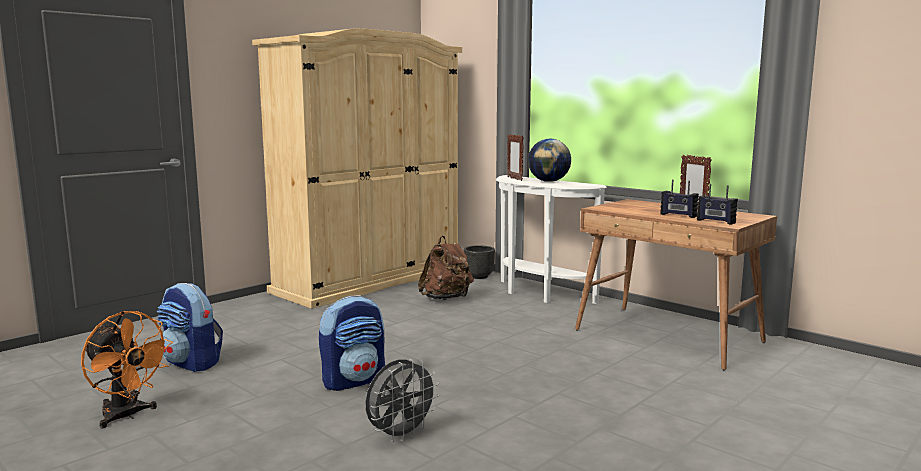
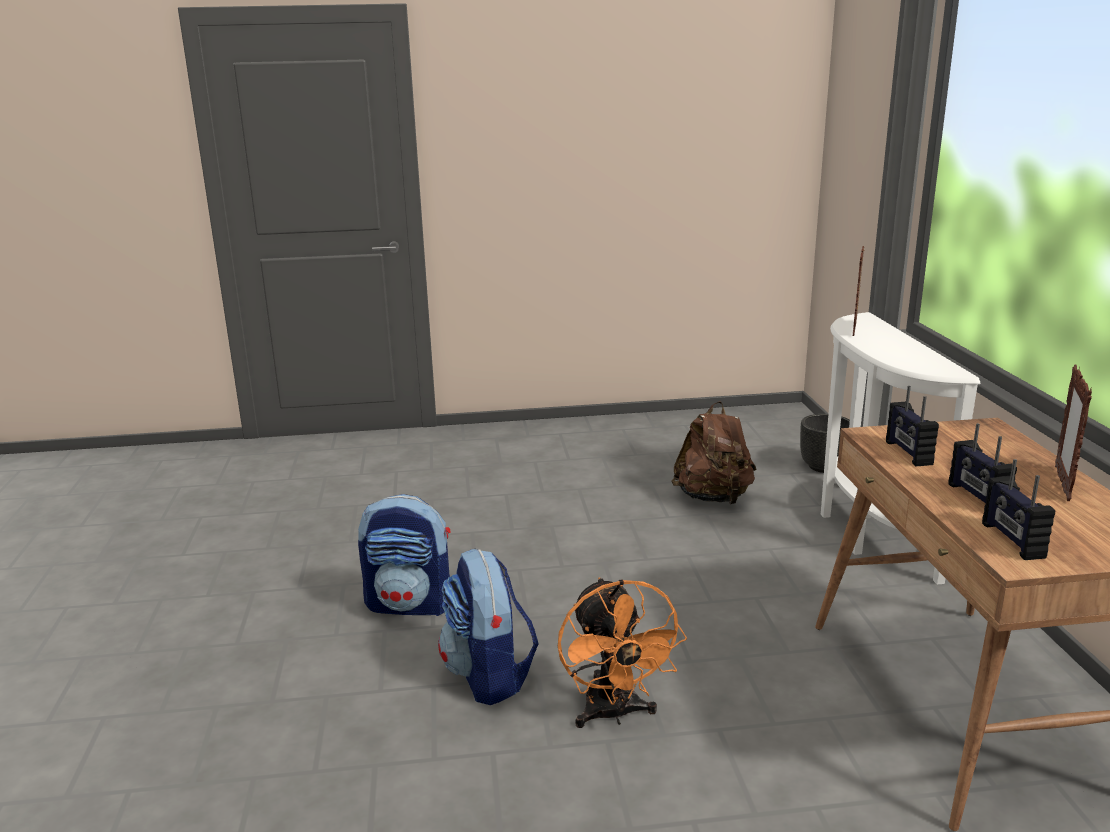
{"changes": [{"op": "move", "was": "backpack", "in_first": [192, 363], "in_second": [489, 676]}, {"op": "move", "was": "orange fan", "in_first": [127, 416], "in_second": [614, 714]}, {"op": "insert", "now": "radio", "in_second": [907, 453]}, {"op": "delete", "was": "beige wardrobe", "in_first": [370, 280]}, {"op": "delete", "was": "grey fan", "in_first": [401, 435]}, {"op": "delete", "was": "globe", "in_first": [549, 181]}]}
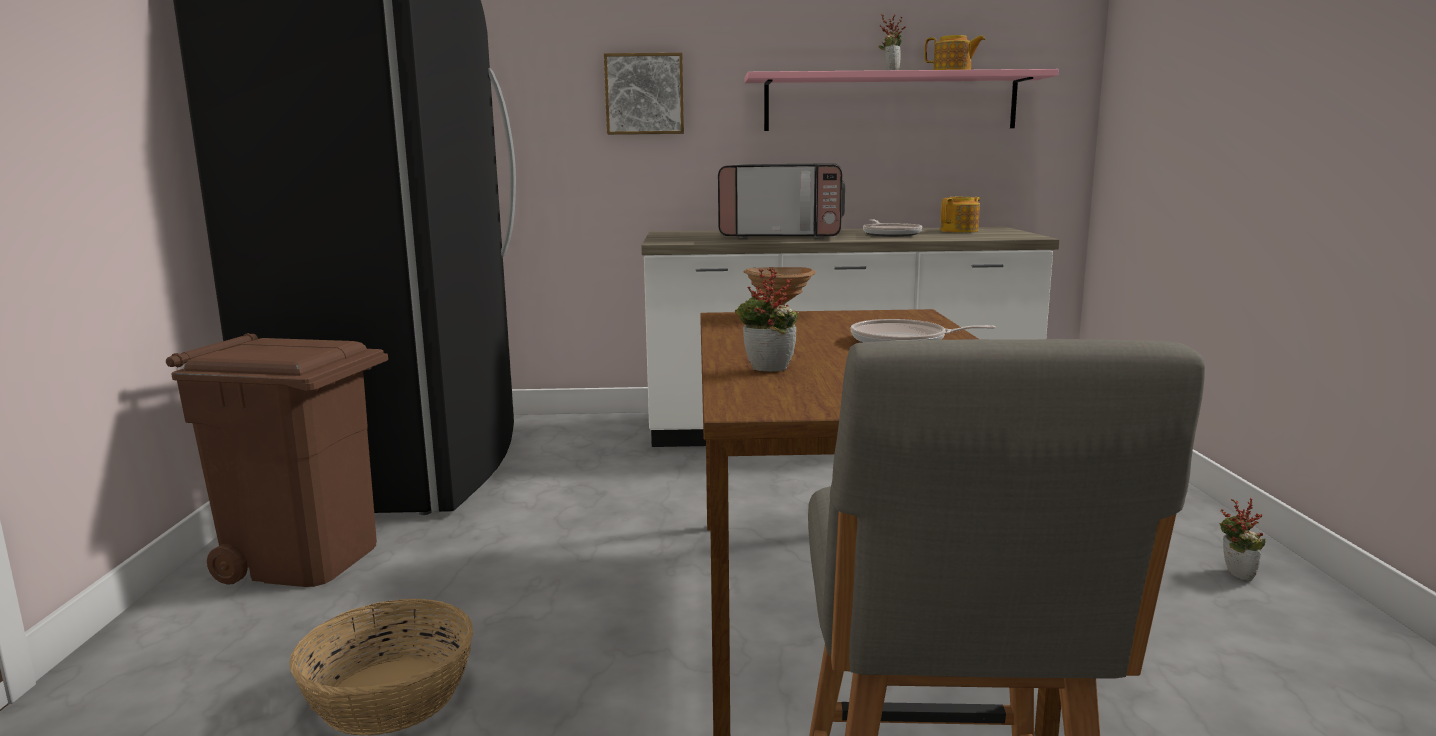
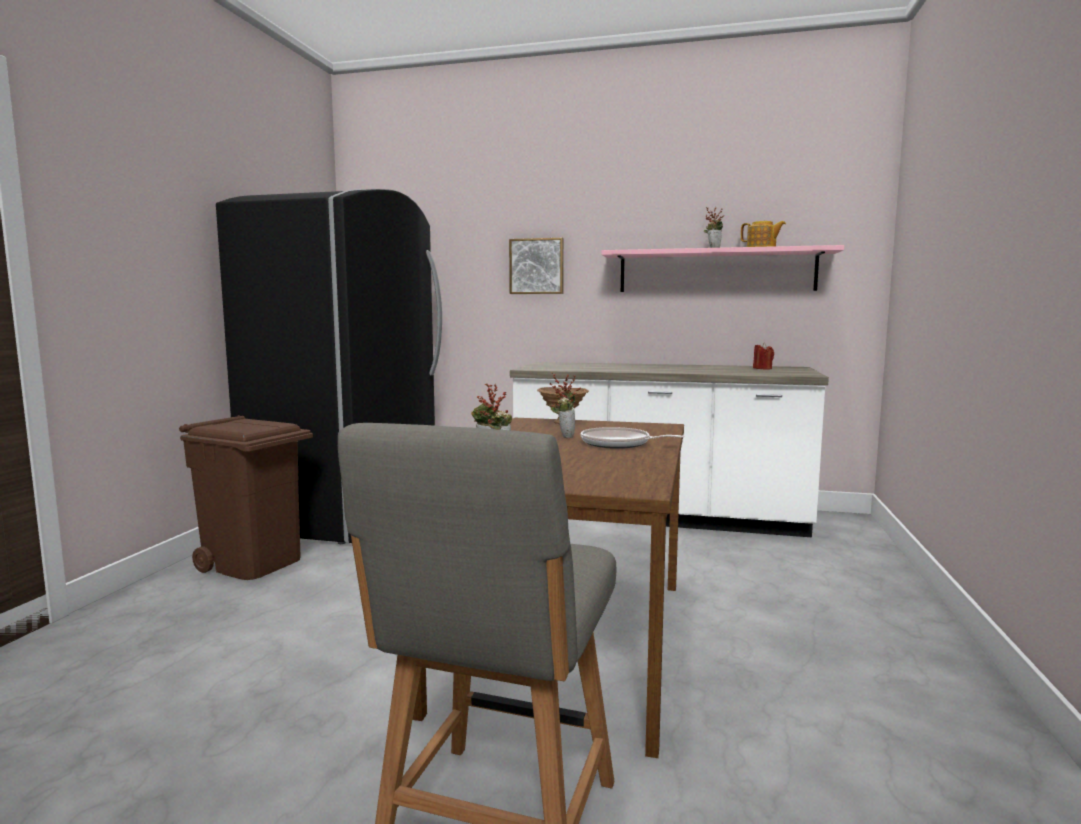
{"changes": [{"op": "move", "was": "potted plant", "in_first": [1234, 575], "in_second": [564, 436]}, {"op": "replace", "was": "teapot", "now": "red candle", "in_first": [960, 231], "in_second": [762, 368]}, {"op": "delete", "was": "basket", "in_first": [388, 696]}, {"op": "delete", "was": "microwave", "in_first": [783, 235]}, {"op": "delete", "was": "frying pan", "in_first": [890, 234]}]}
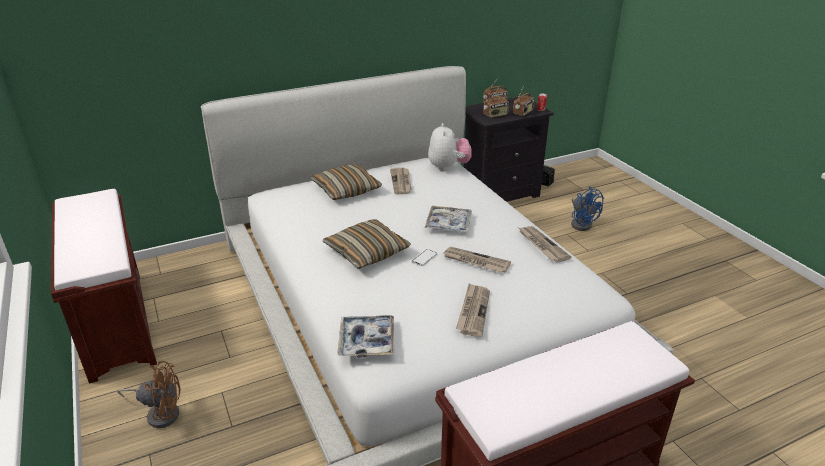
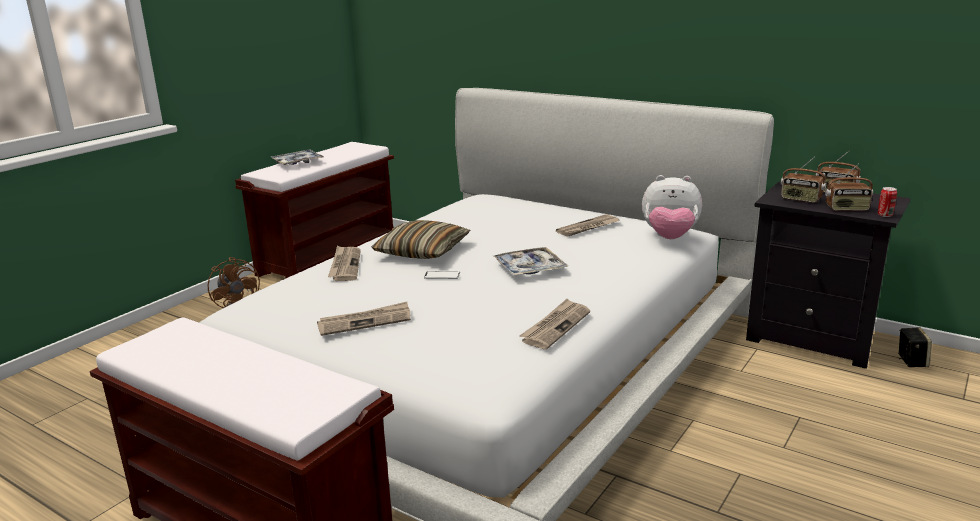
{"changes": [{"op": "move", "was": "tray", "in_first": [367, 341], "in_second": [297, 162]}, {"op": "move", "was": "newspaper", "in_first": [475, 261], "in_second": [345, 265]}, {"op": "rotate", "was": "plush toy", "in_first": [448, 167], "in_second": [669, 238], "clockwise": 45}, {"op": "delete", "was": "pillow", "in_first": [346, 190]}, {"op": "delete", "was": "blue fan", "in_first": [581, 223]}]}
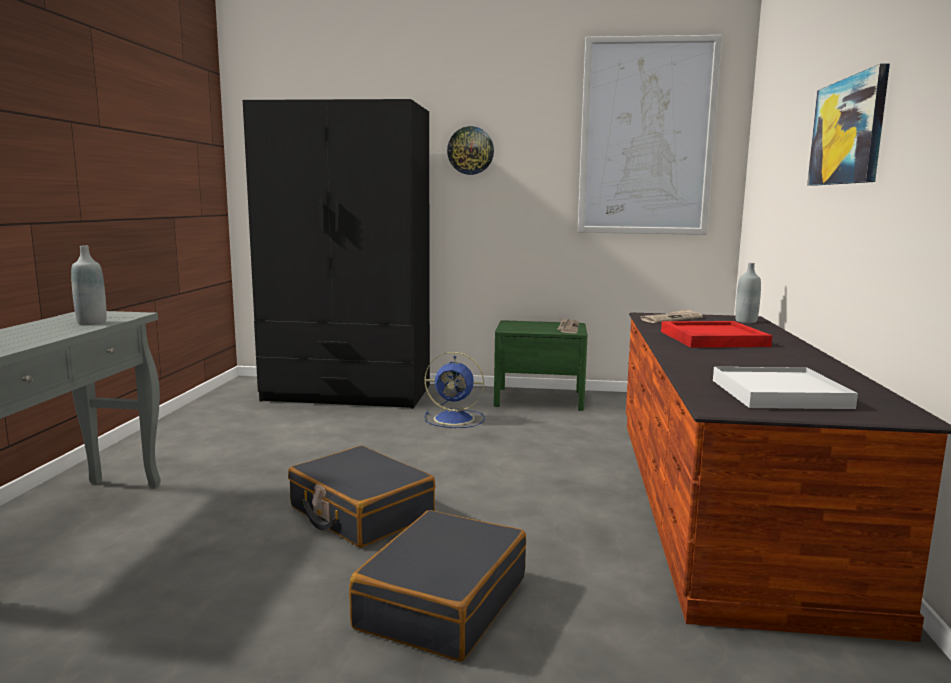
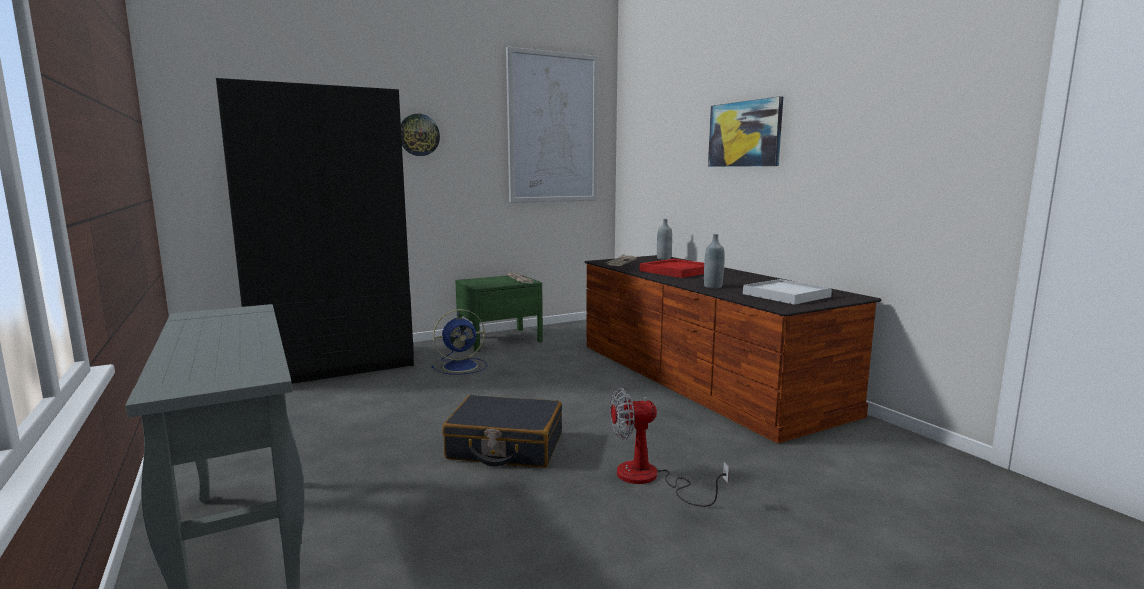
{"changes": [{"op": "replace", "was": "black suitcase", "now": "fan", "in_first": [442, 602], "in_second": [650, 479]}, {"op": "move", "was": "grey bottle", "in_first": [91, 322], "in_second": [713, 286]}]}
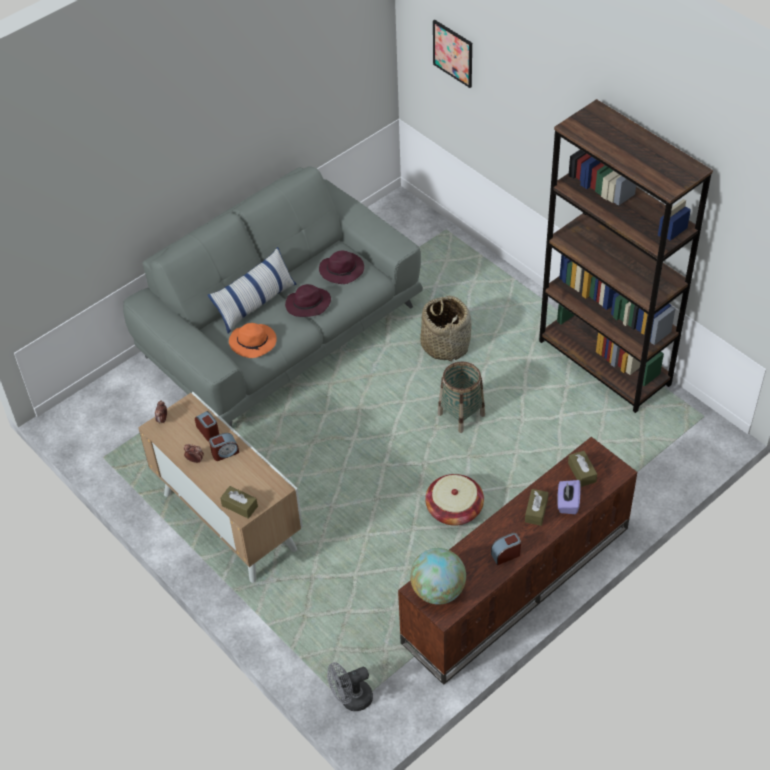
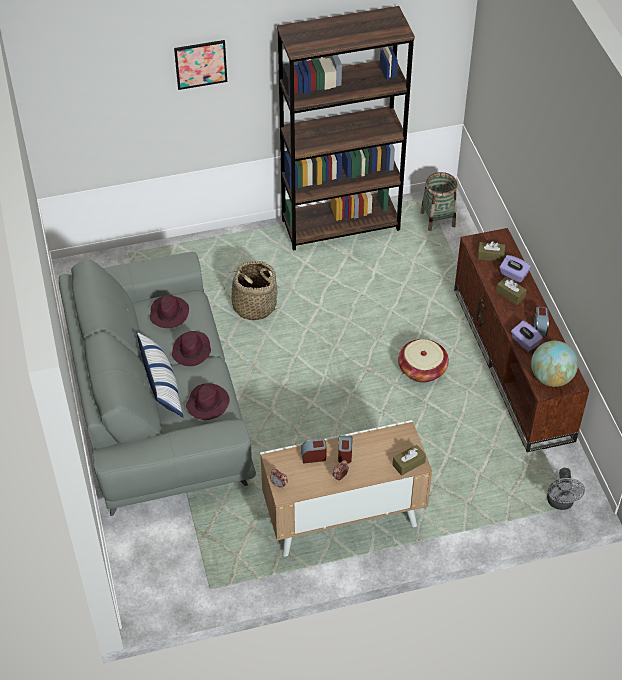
{"changes": [{"op": "move", "was": "picture", "in_first": [453, 53], "in_second": [200, 64]}, {"op": "recolor", "was": "orange hat", "now": "purple hat", "in_first": [254, 342], "in_second": [207, 403]}, {"op": "move", "was": "basket", "in_first": [461, 415], "in_second": [438, 219]}, {"op": "insert", "now": "purple tissue box", "in_second": [525, 342]}]}
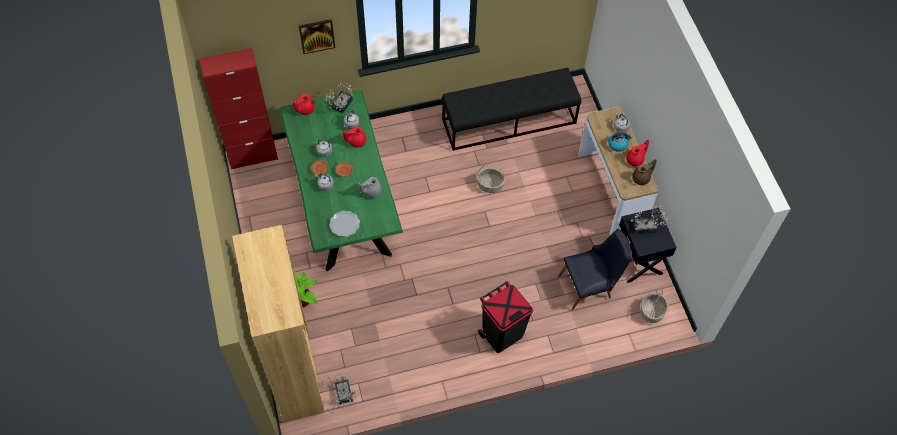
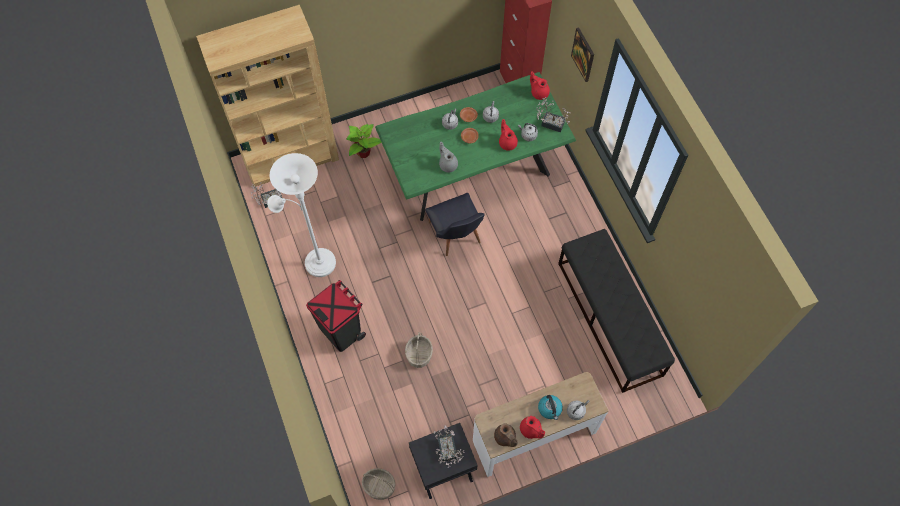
{"changes": [{"op": "insert", "now": "white floor lamp", "in_second": [316, 261]}, {"op": "move", "was": "basket", "in_first": [490, 185], "in_second": [419, 355]}, {"op": "move", "was": "black chair", "in_first": [590, 287], "in_second": [456, 237]}, {"op": "delete", "was": "plate", "in_first": [344, 224]}]}
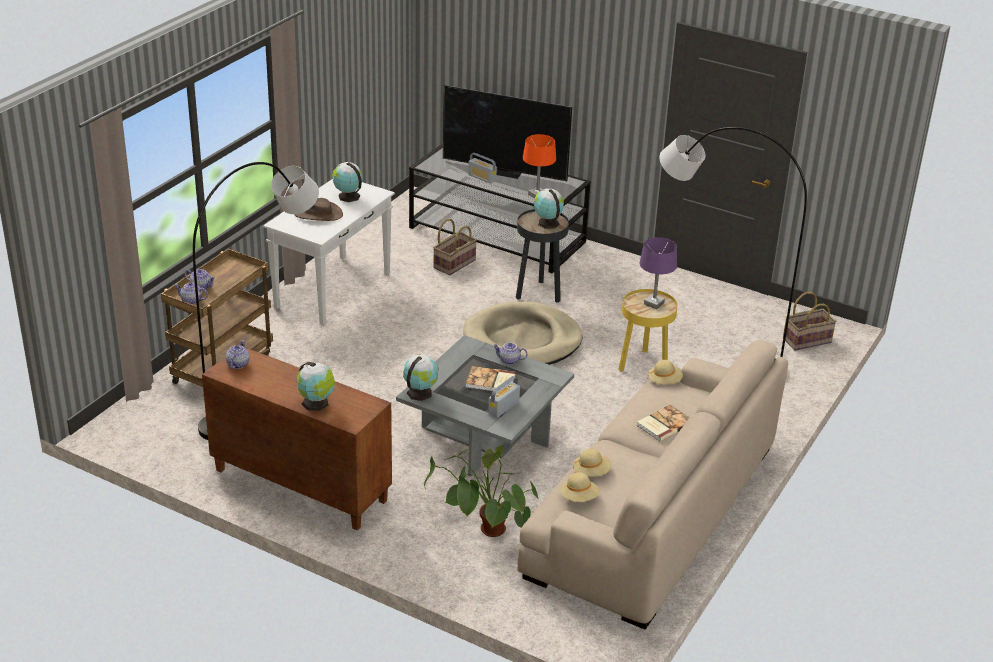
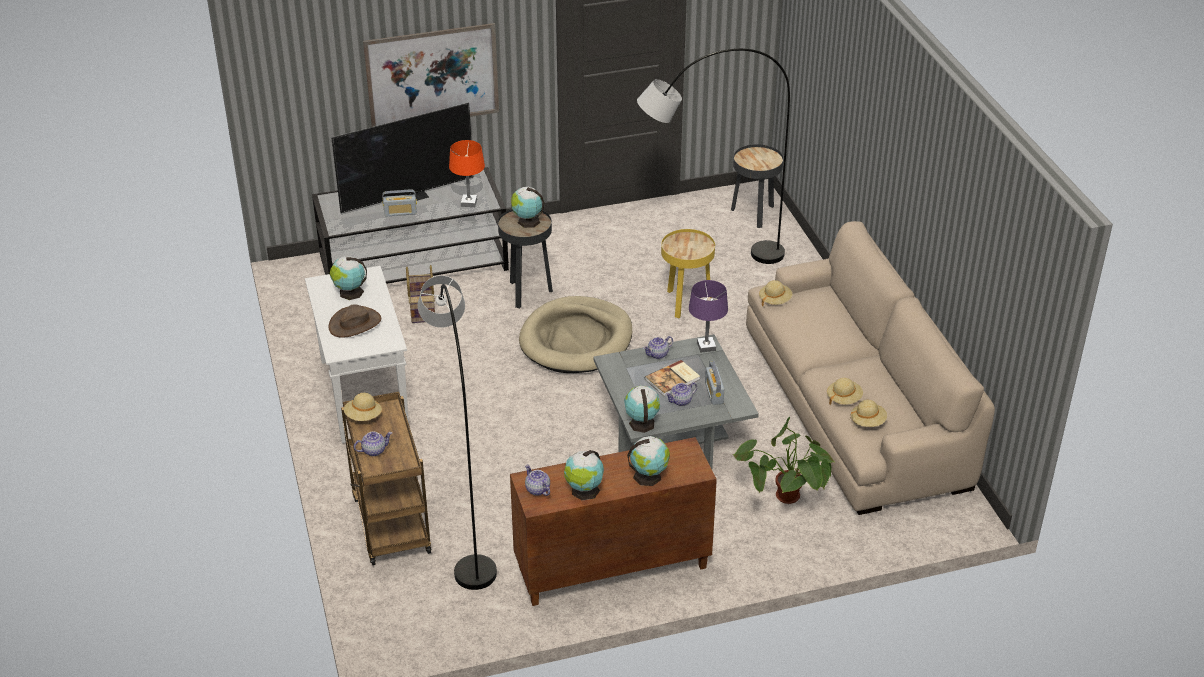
{"changes": [{"op": "insert", "now": "beige hat", "in_second": [363, 416]}, {"op": "insert", "now": "picture", "in_second": [432, 77]}, {"op": "insert", "now": "globe", "in_second": [584, 491]}, {"op": "move", "was": "teapot", "in_first": [191, 301], "in_second": [681, 401]}, {"op": "move", "was": "purple table lamp", "in_first": [654, 303], "in_second": [706, 346]}, {"op": "replace", "was": "basket", "now": "black side table", "in_first": [806, 340], "in_second": [754, 214]}, {"op": "delete", "was": "book", "in_first": [663, 424]}]}
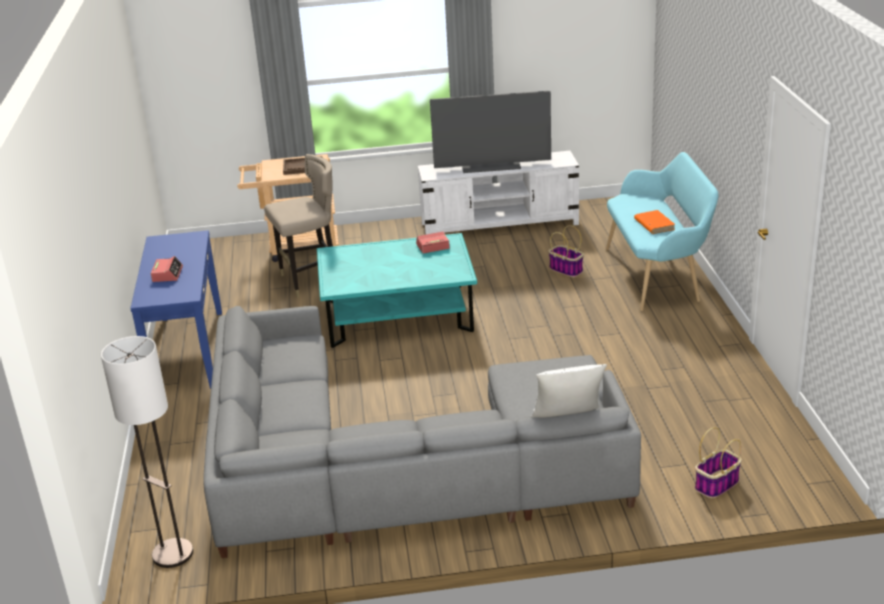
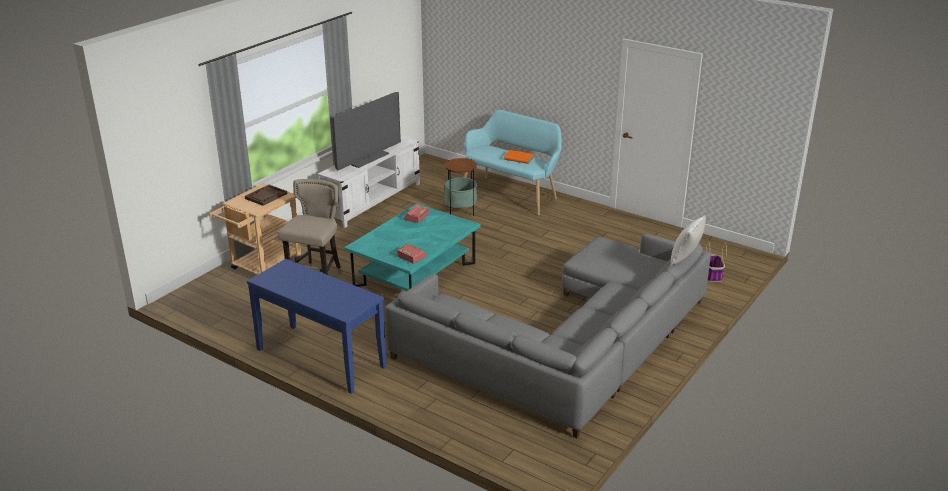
{"changes": [{"op": "move", "was": "alarm clock", "in_first": [167, 274], "in_second": [411, 256]}, {"op": "replace", "was": "basket", "now": "side table", "in_first": [566, 270], "in_second": [461, 210]}, {"op": "delete", "was": "floor lamp", "in_first": [172, 554]}]}
